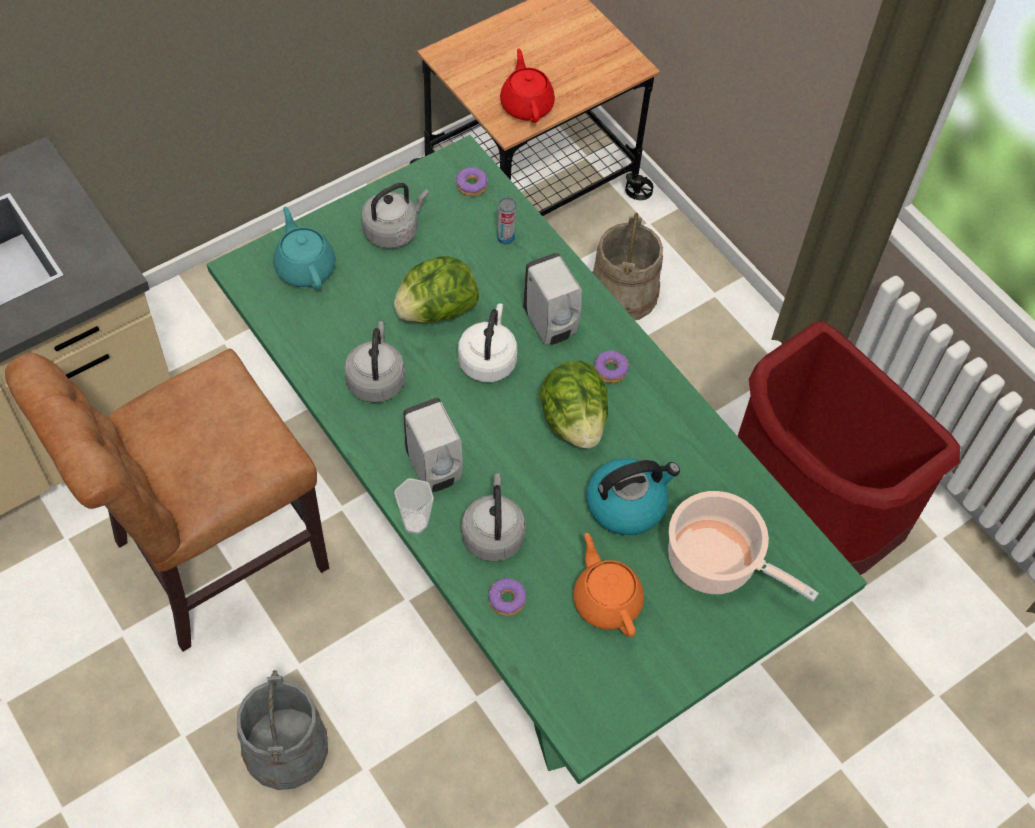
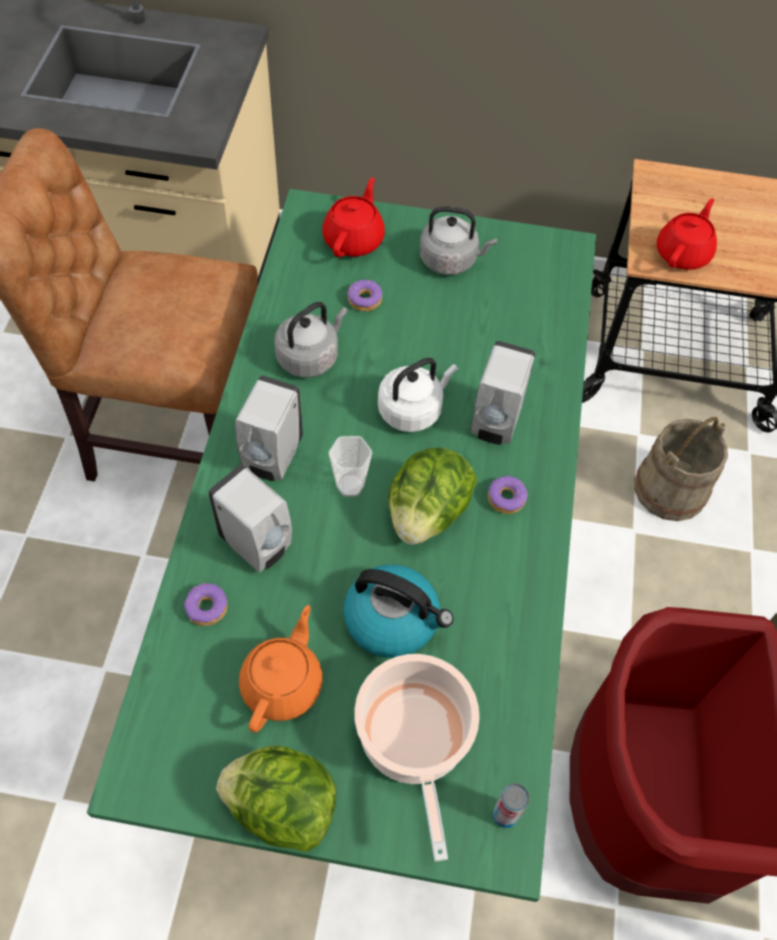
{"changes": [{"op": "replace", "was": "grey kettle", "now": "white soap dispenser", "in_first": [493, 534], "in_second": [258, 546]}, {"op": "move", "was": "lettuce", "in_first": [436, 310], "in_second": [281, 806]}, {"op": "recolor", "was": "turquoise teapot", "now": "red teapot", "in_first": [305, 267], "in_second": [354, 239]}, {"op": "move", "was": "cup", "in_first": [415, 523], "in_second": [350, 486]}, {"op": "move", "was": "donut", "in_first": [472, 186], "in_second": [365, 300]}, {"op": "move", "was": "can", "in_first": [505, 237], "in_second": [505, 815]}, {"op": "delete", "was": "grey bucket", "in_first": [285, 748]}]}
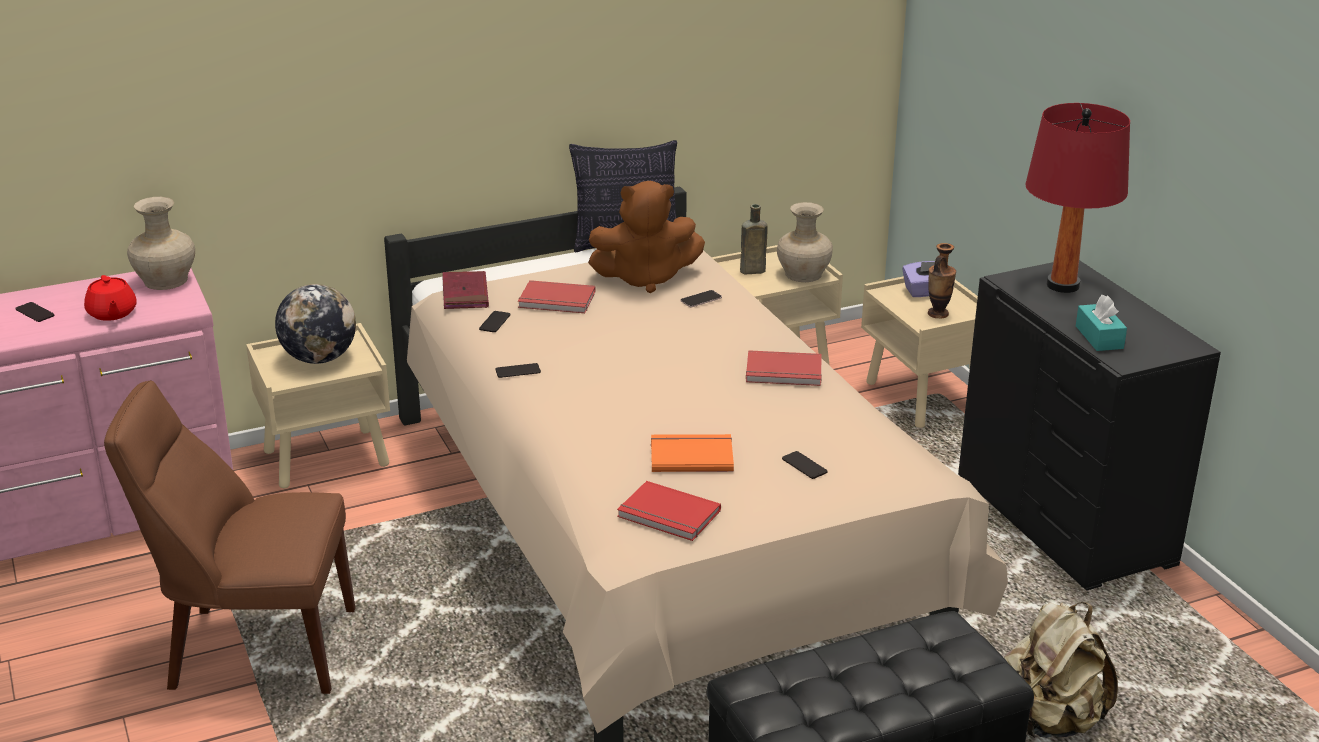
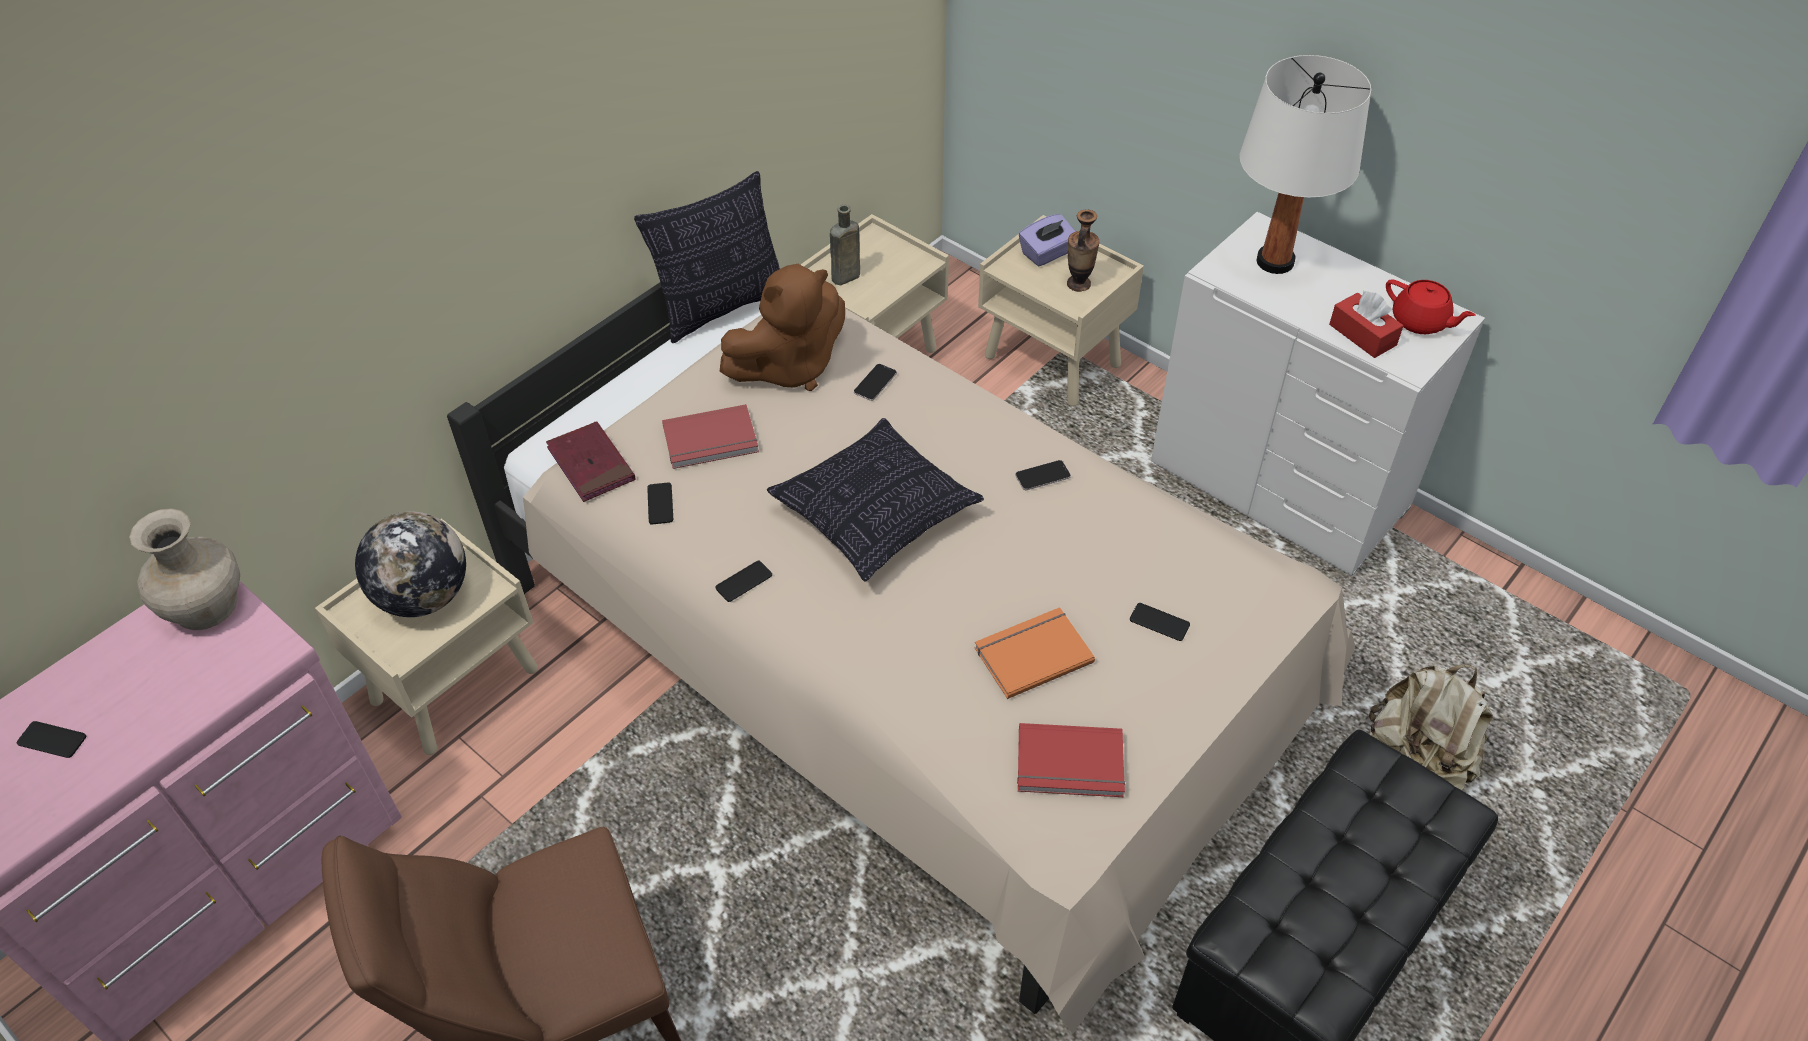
{"changes": [{"op": "insert", "now": "pillow", "in_second": [875, 514]}, {"op": "replace", "was": "red book", "now": "phone", "in_first": [784, 372], "in_second": [1042, 476]}, {"op": "recolor", "was": "black dresser", "now": "white dresser", "in_first": [1066, 520], "in_second": [1280, 485]}, {"op": "recolor", "was": "red table lamp", "now": "white table lamp", "in_first": [1063, 285], "in_second": [1274, 261]}, {"op": "recolor", "was": "turquoise tissue box", "now": "red tissue box", "in_first": [1099, 337], "in_second": [1362, 335]}, {"op": "move", "was": "red teapot", "in_first": [112, 313], "in_second": [1420, 322]}, {"op": "delete", "was": "beige vase", "in_first": [802, 274]}]}
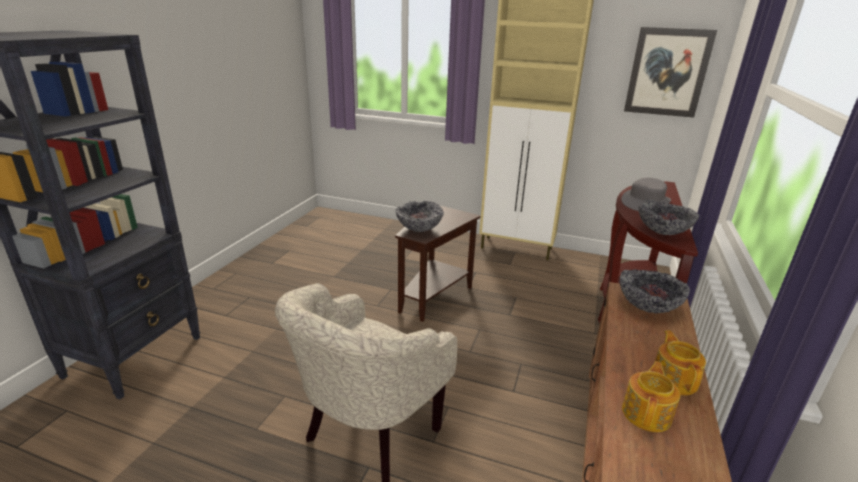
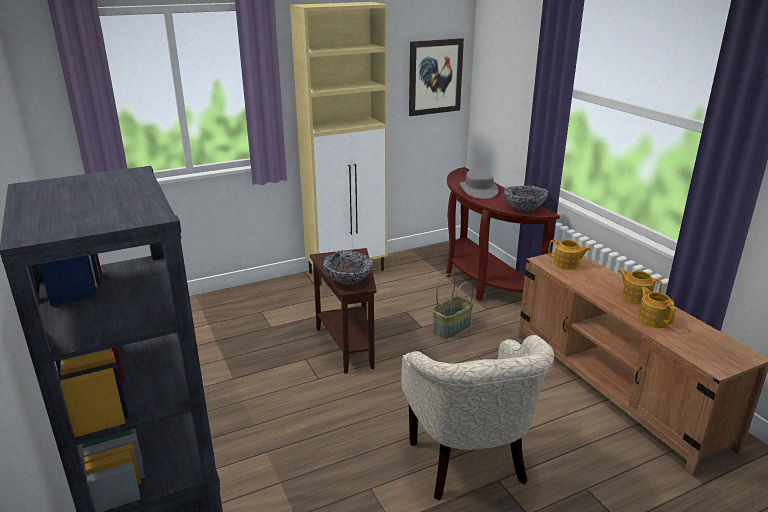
{"changes": [{"op": "insert", "now": "basket", "in_second": [452, 328]}, {"op": "replace", "was": "bowl", "now": "teapot", "in_first": [647, 307], "in_second": [567, 264]}]}
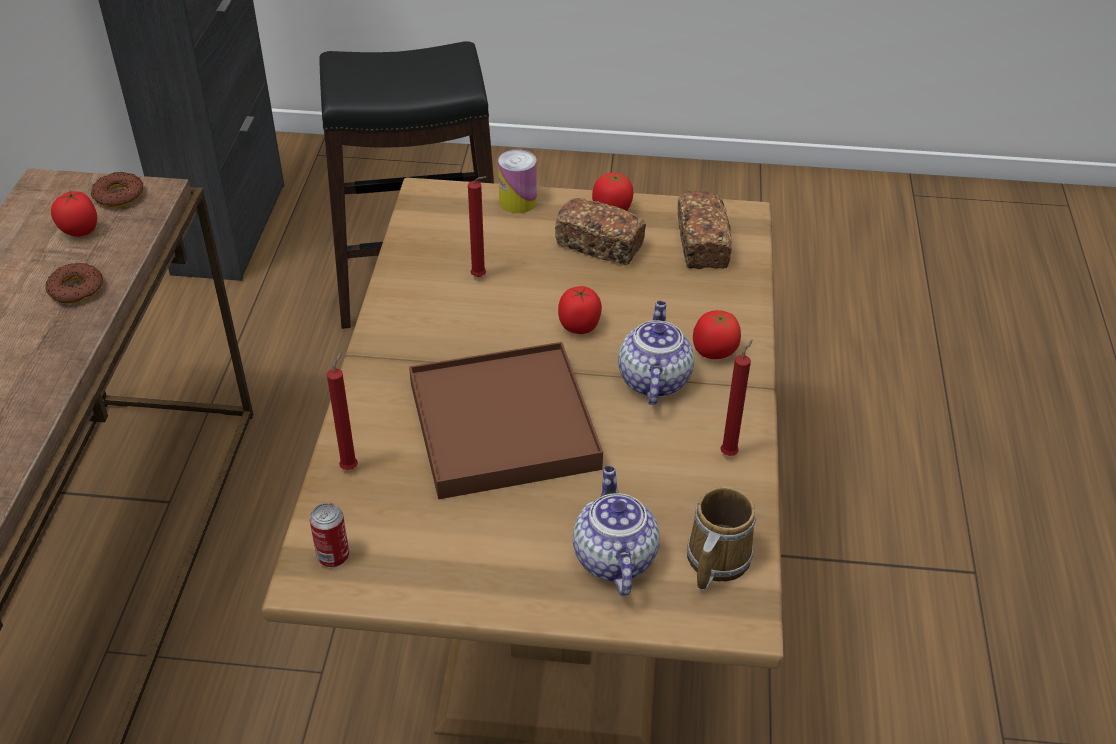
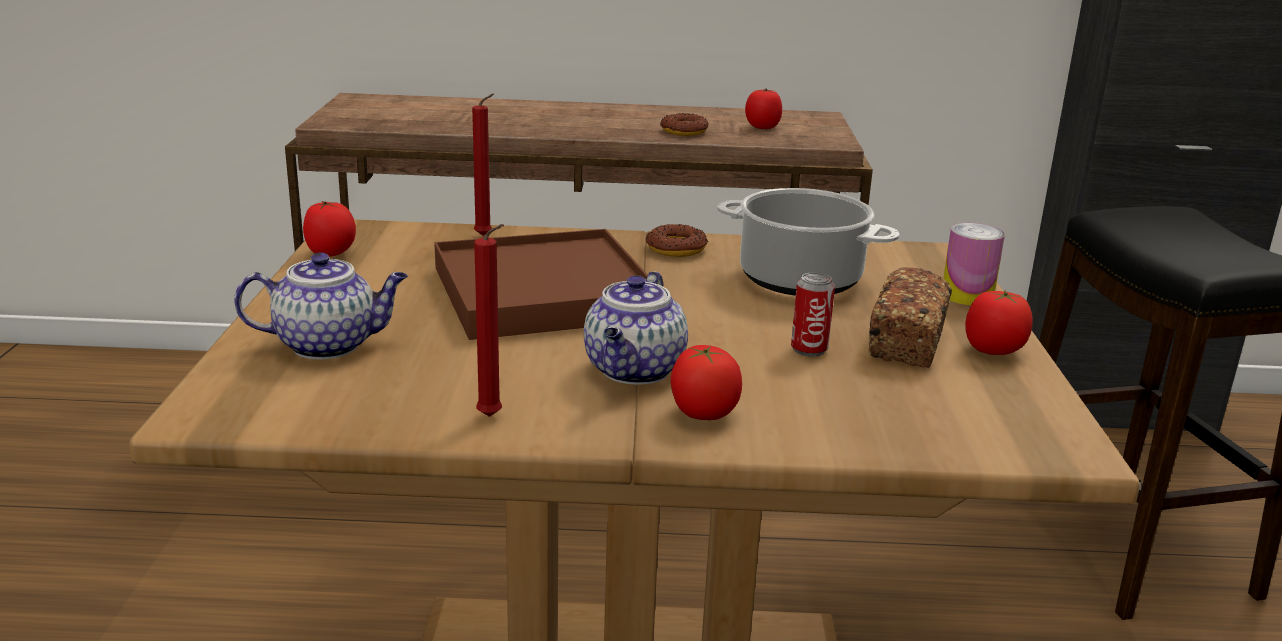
{"changes": [{"op": "move", "was": "tomato", "in_first": [579, 326], "in_second": [331, 253]}, {"op": "rotate", "was": "teapot", "in_first": [653, 379], "in_second": [635, 371], "clockwise": 105}, {"op": "move", "was": "donut", "in_first": [119, 195], "in_second": [676, 248]}, {"op": "replace", "was": "red candle", "now": "cooking pot", "in_first": [480, 278], "in_second": [798, 279]}, {"op": "move", "was": "can", "in_first": [333, 556], "in_second": [809, 349]}, {"op": "delete", "was": "bread", "in_first": [702, 245]}, {"op": "delete", "was": "mug", "in_first": [714, 559]}]}
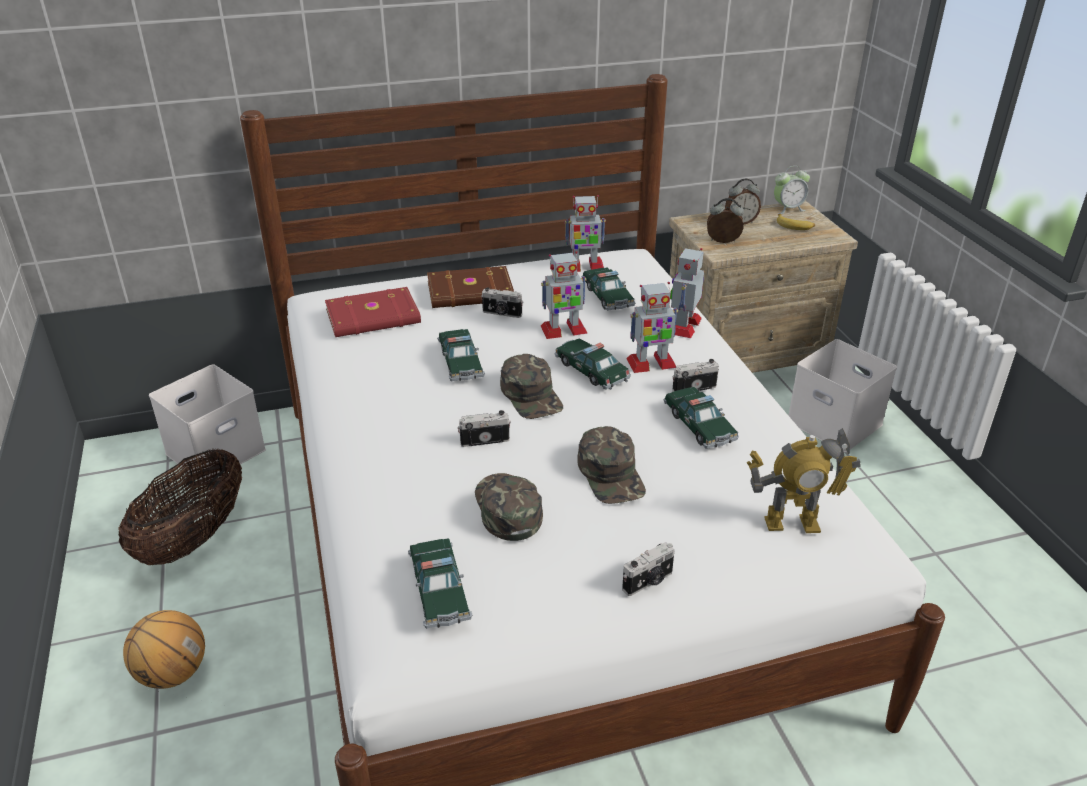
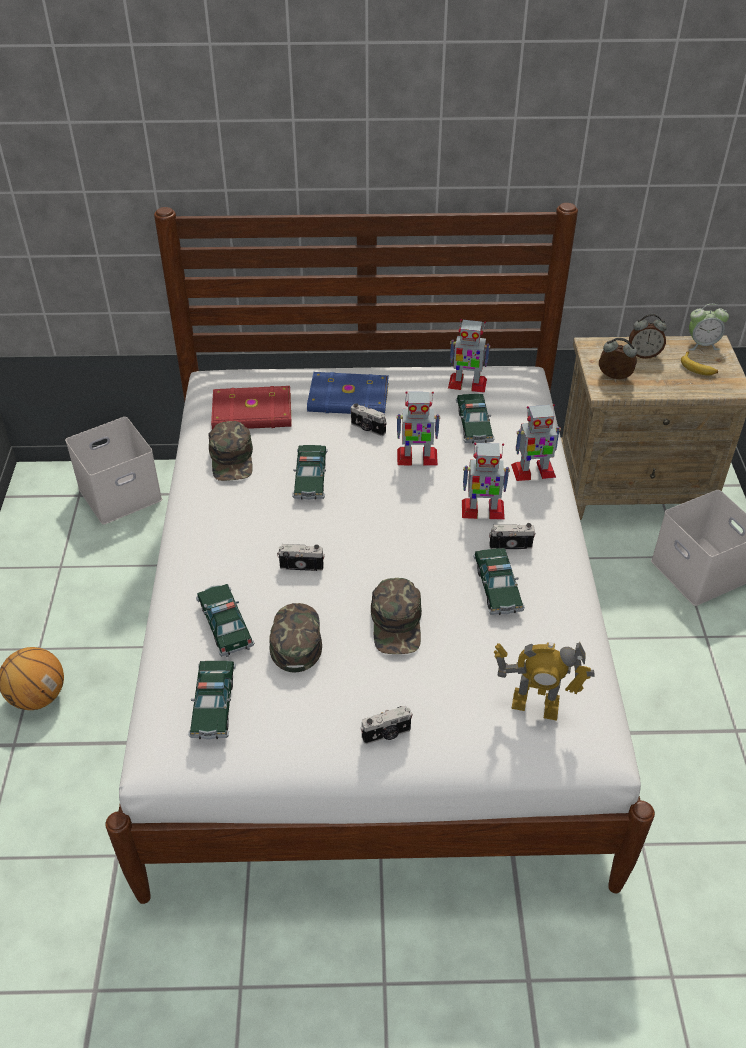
{"changes": [{"op": "move", "was": "toy car", "in_first": [591, 371], "in_second": [225, 625]}, {"op": "move", "was": "green cap", "in_first": [532, 395], "in_second": [232, 458]}, {"op": "recolor", "was": "brown book", "now": "blue book", "in_first": [471, 292], "in_second": [349, 399]}, {"op": "rotate", "was": "toy robot", "in_first": [683, 325], "in_second": [533, 471], "clockwise": -135}, {"op": "delete", "was": "basket", "in_first": [193, 538]}]}
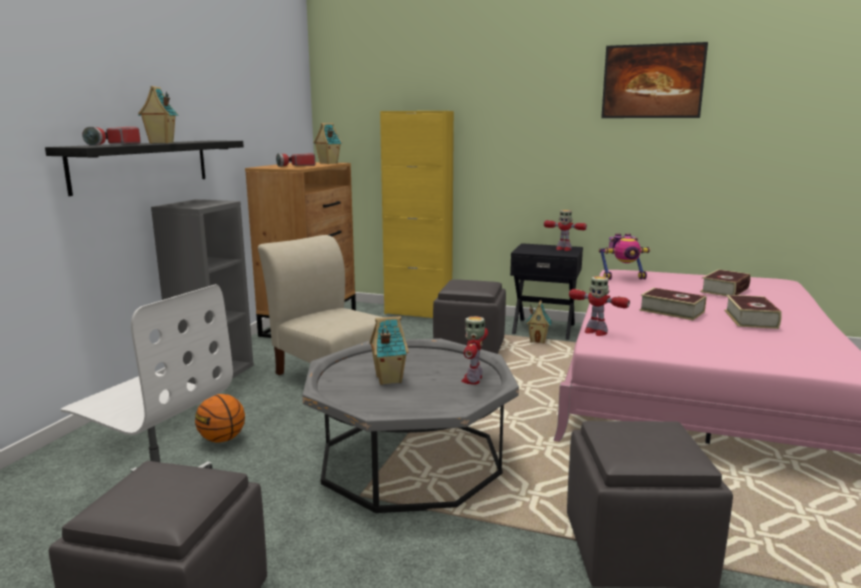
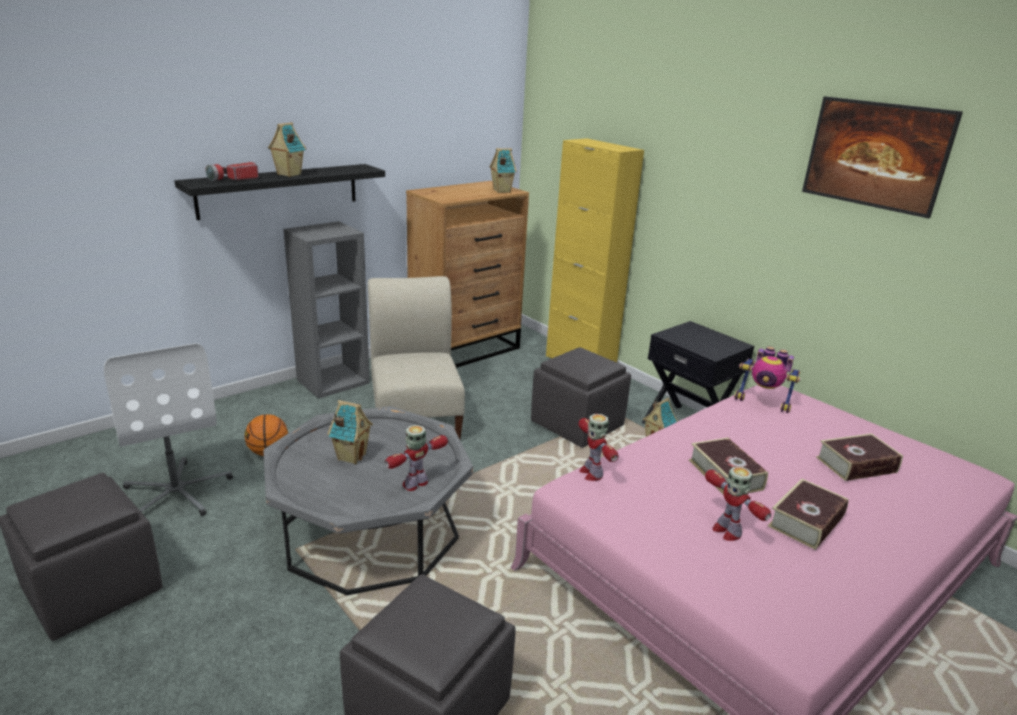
{"changes": [{"op": "move", "was": "toy robot", "in_first": [563, 249], "in_second": [726, 531]}, {"op": "delete", "was": "flashlight", "in_first": [296, 166]}]}
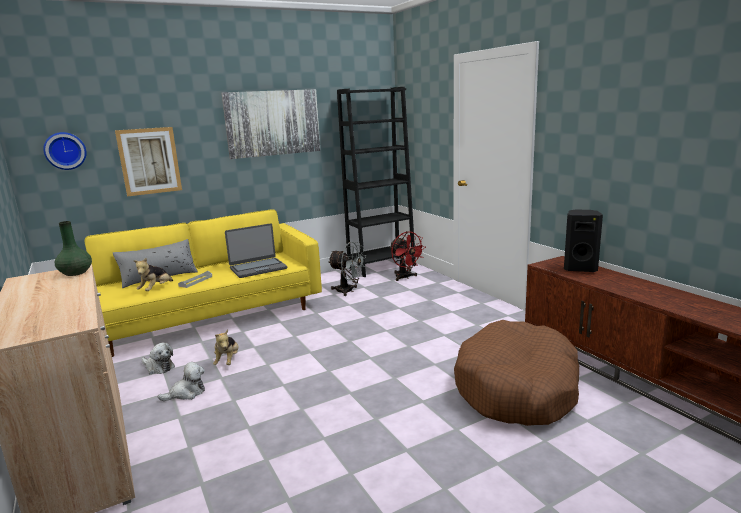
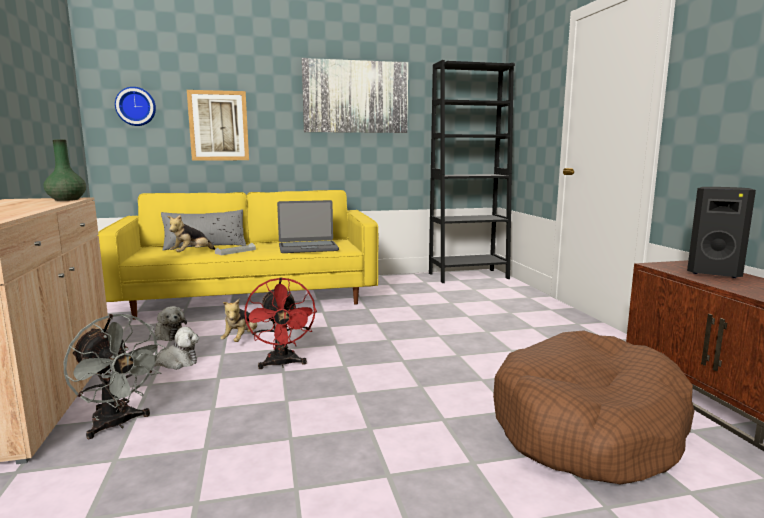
{"changes": [{"op": "move", "was": "grey fan", "in_first": [348, 291], "in_second": [117, 424]}, {"op": "move", "was": "red fan", "in_first": [405, 277], "in_second": [282, 364]}]}
